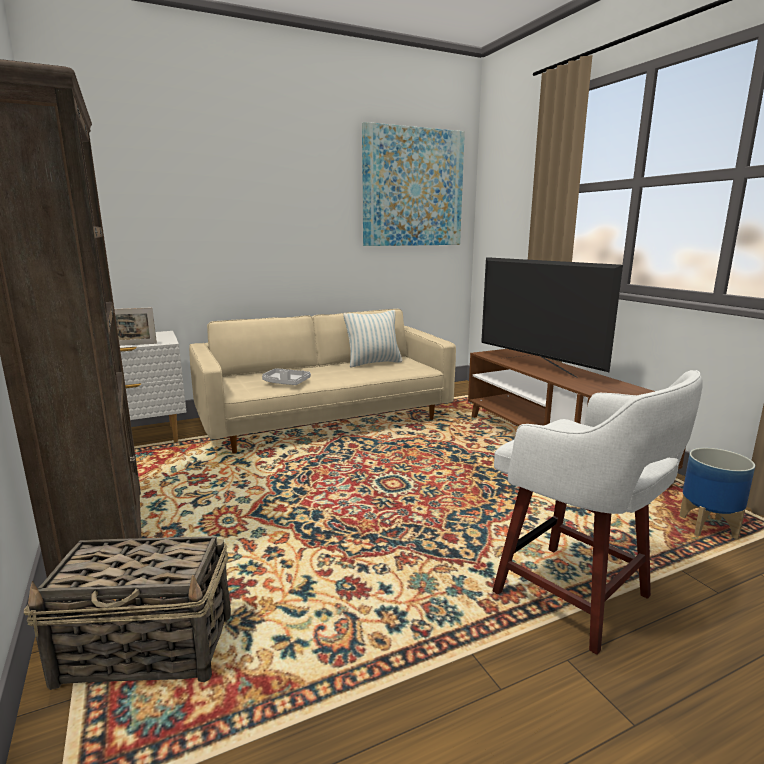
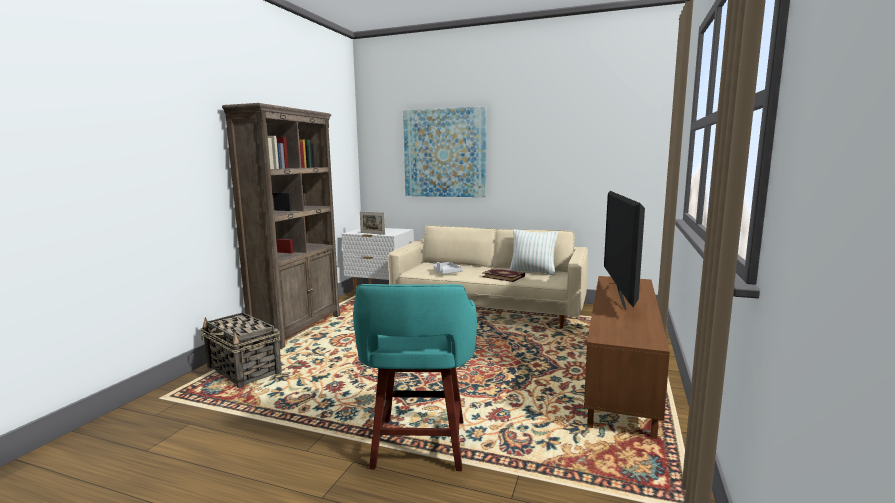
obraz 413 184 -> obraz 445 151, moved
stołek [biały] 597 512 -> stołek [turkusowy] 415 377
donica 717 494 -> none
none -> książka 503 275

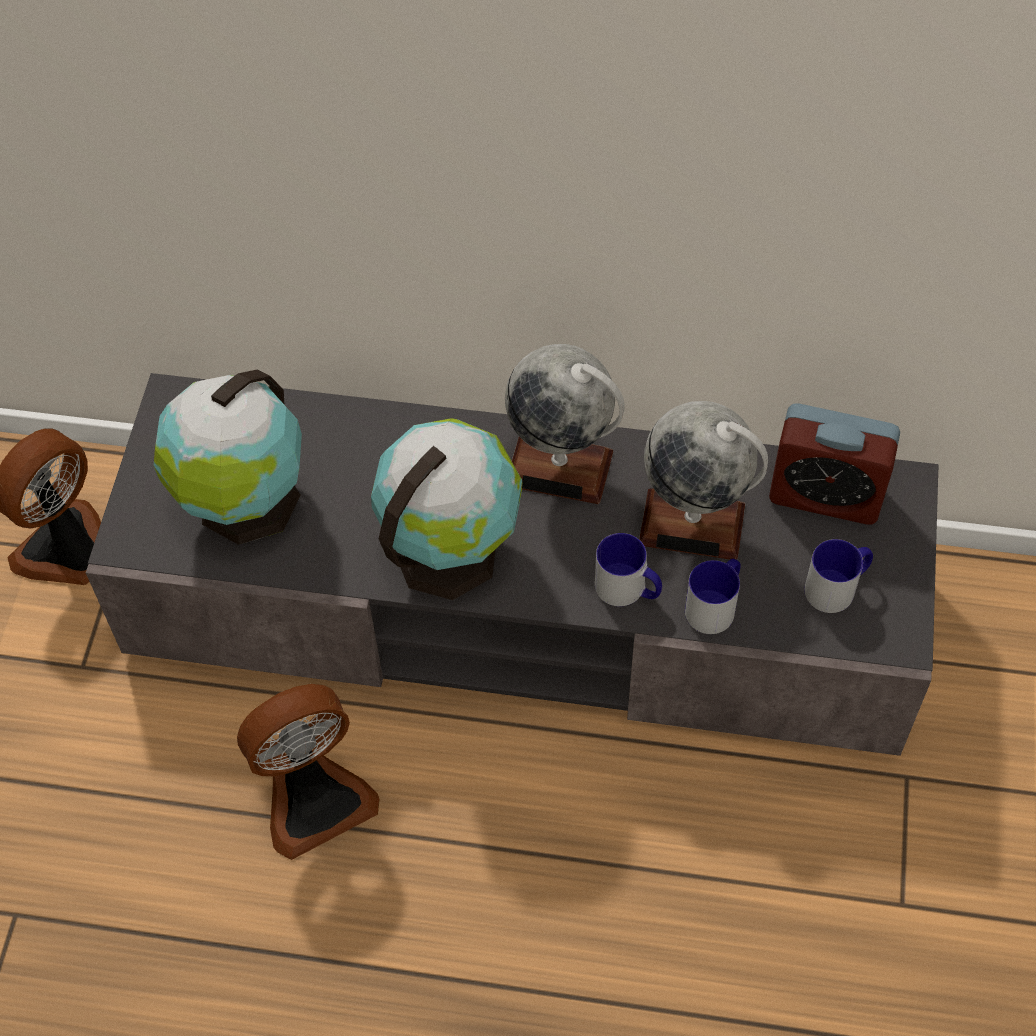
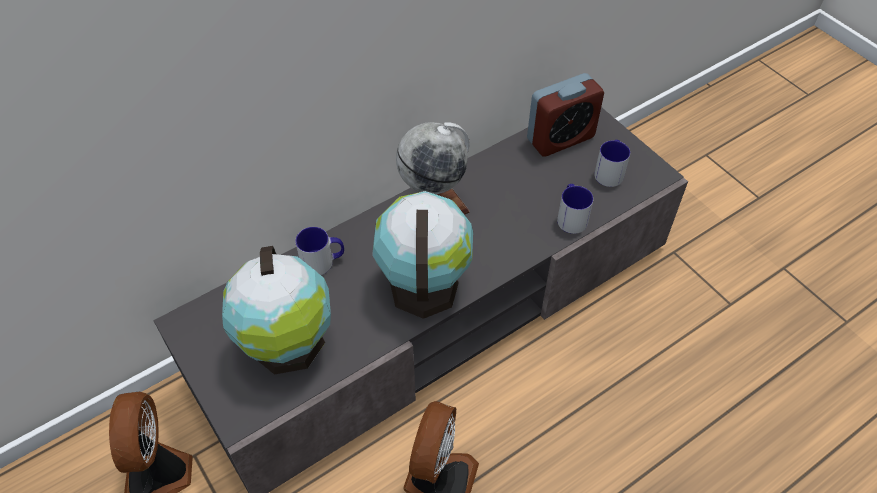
kubek 628 569 -> kubek 319 251, moved
globus 703 480 -> none

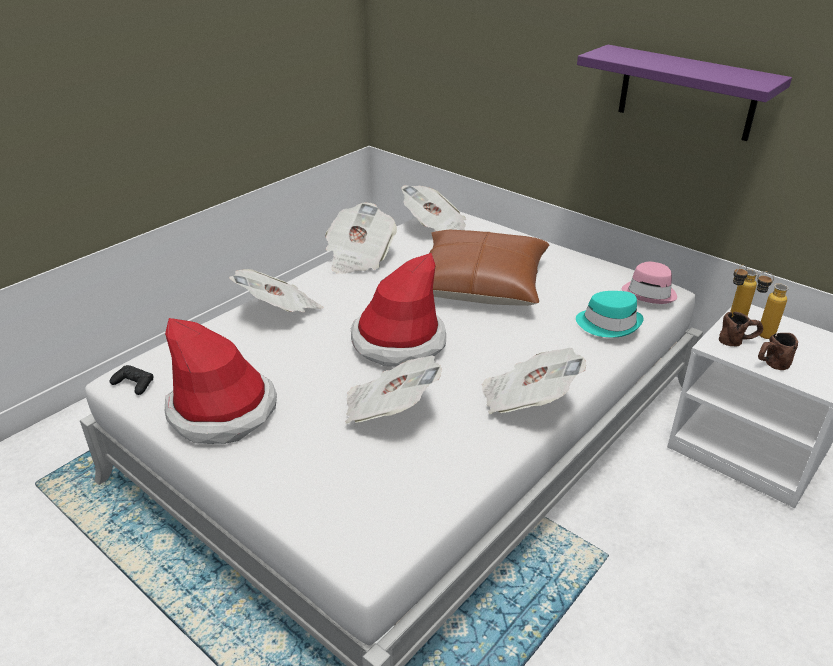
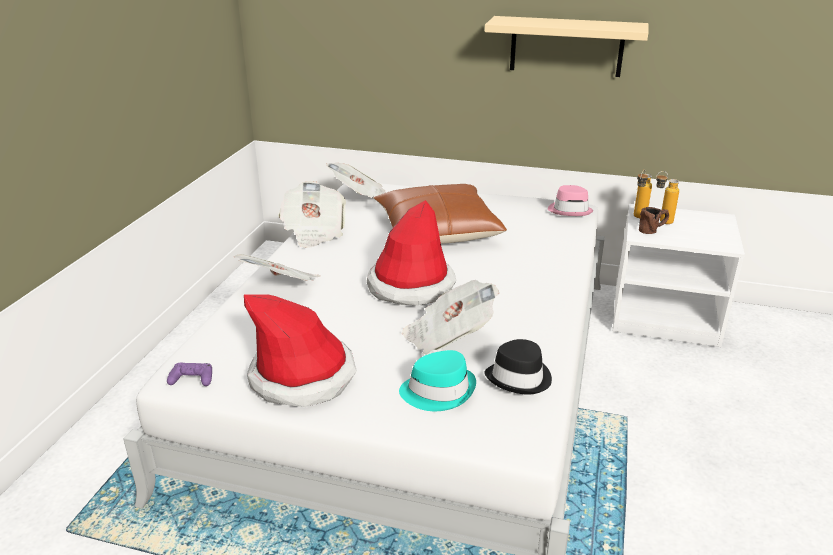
pad do gier [czarny] 131 380 -> pad do gier [fioletowy] 189 374
gazeta 534 381 -> none
kapelusz [turkusowy] 610 314 -> kapelusz [turkusowy] 437 380, moved
półka [fioletowy] 684 93 -> półka [beżowy] 567 46
kubek [brązowy] 778 351 -> none
none -> kapelusz [czarny] 518 367

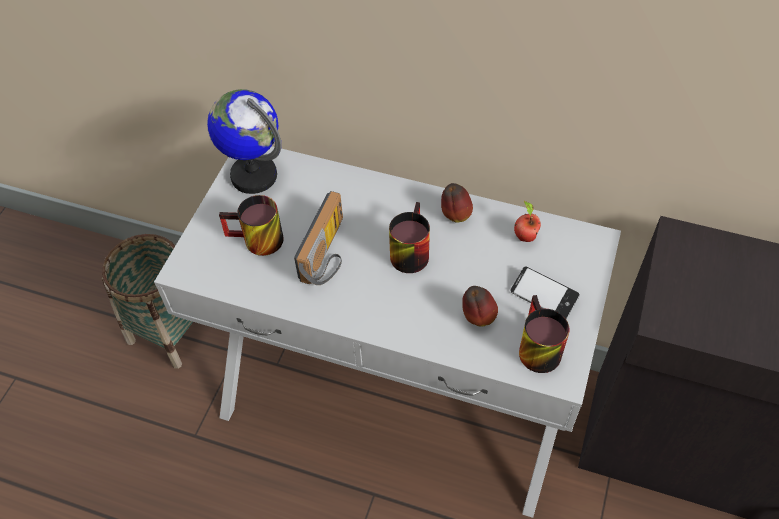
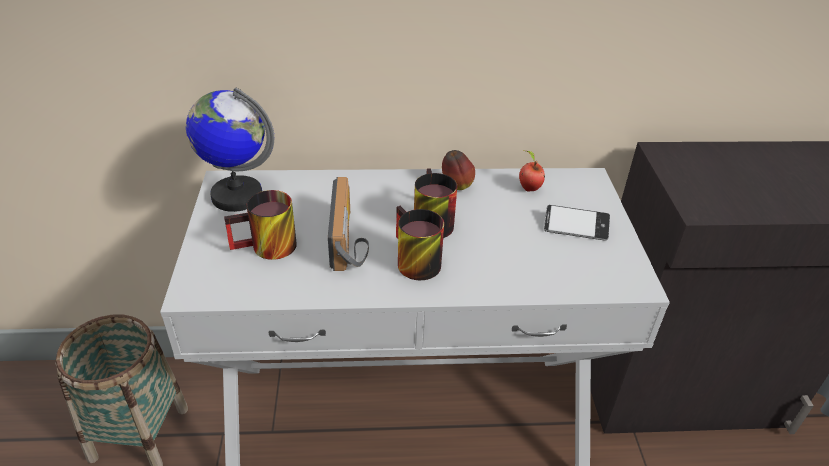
jabłko 480 306 -> none
kubek 544 334 -> kubek 420 243, moved

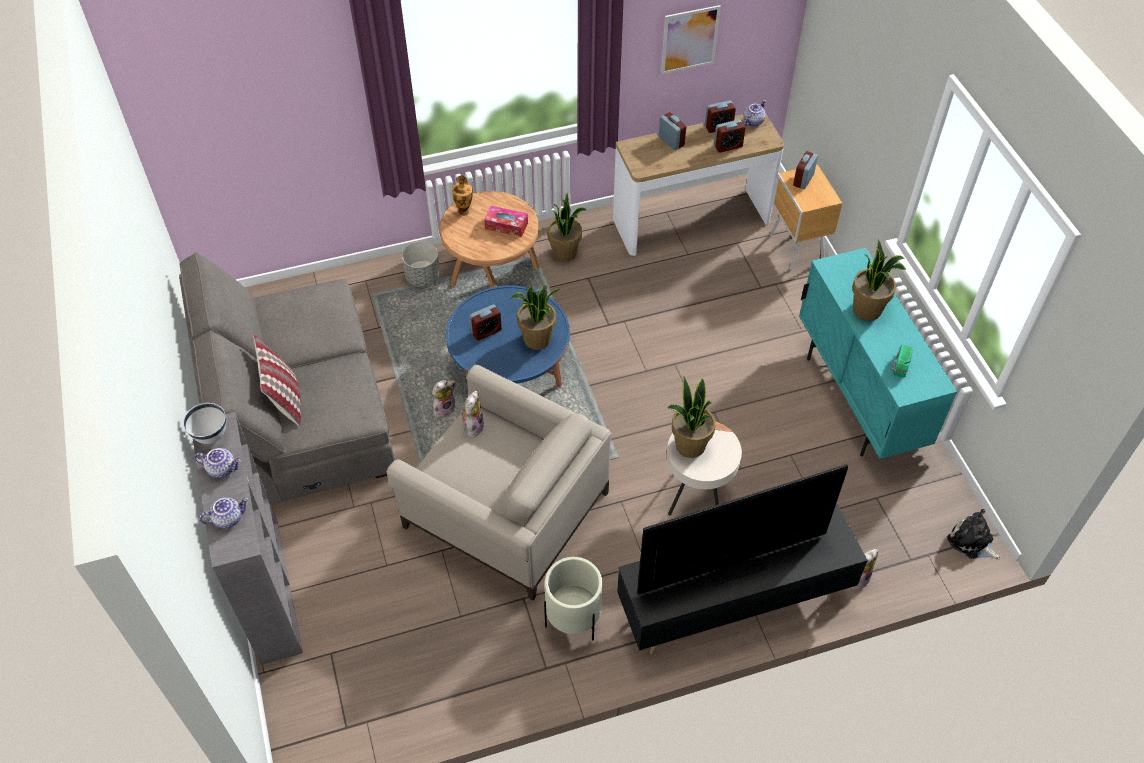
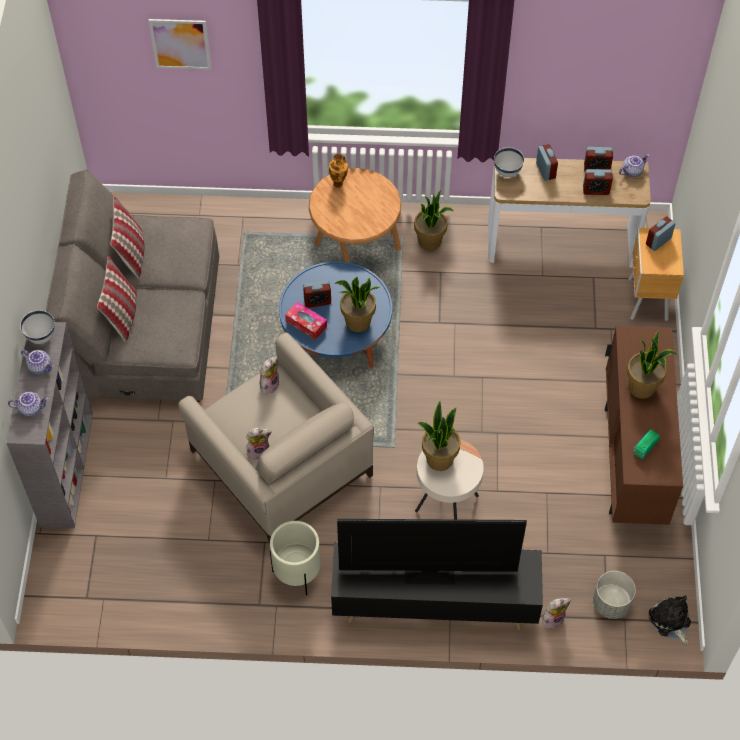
donica [szary] 421 264 -> donica [szary] 614 595, moved
pluszak 443 398 -> pluszak 259 444, moved
pudełko chusteczek 506 221 -> pudełko chusteczek 306 321, moved
obraz 691 39 -> obraz 179 44, moved
szafka [turkusowy] 878 353 -> szafka [brązowy] 644 425
none -> poduszka 127 237
none -> miska [biały] 509 162

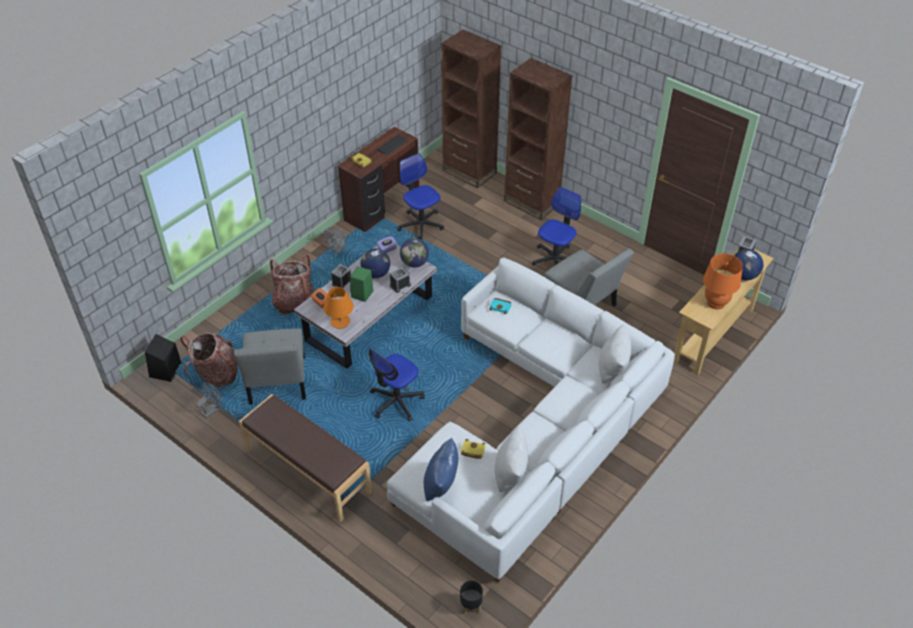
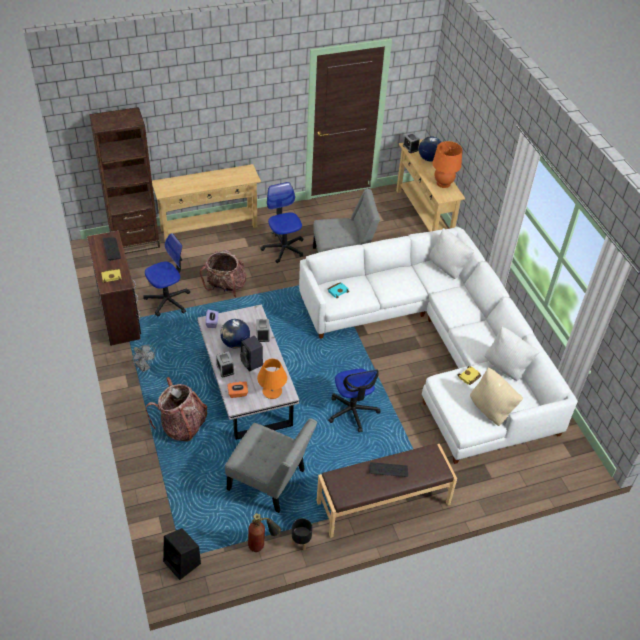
plecak 209 361 -> plecak 223 273, moved
wentylator [szary] 209 401 -> gaśnica 264 532
głośnik [zielony] 361 284 -> głośnik [czarny] 251 353
krzesło biurowe 420 196 -> krzesło biurowe 166 275, 150 degrees clockwise
globus 414 252 -> none
poduszka [niebieski] 441 469 -> poduszka [beżowy] 496 396
donica [czarny] 471 597 -> donica [czarny] 302 534, moved
regał [brązowy] 538 139 -> stolik konsolowy [beżowy] 206 202
none -> klawiatura 388 469

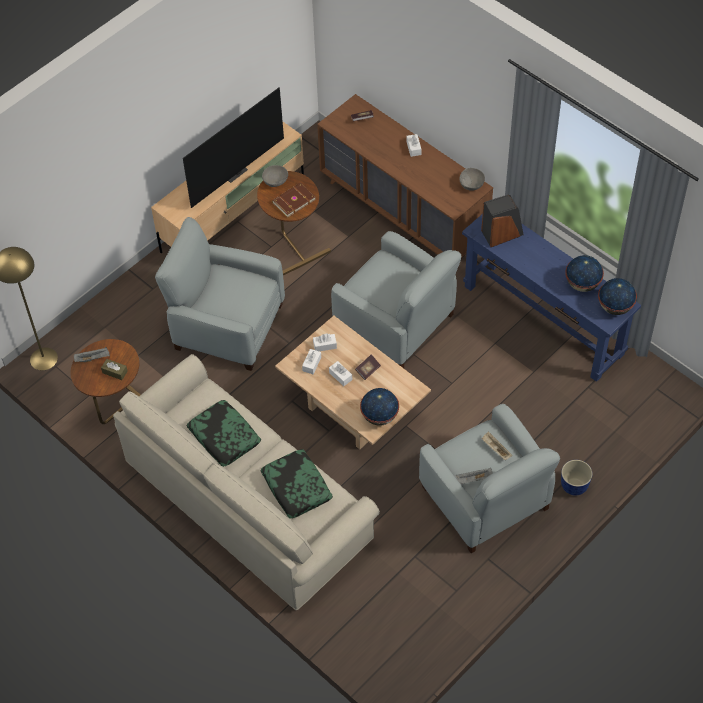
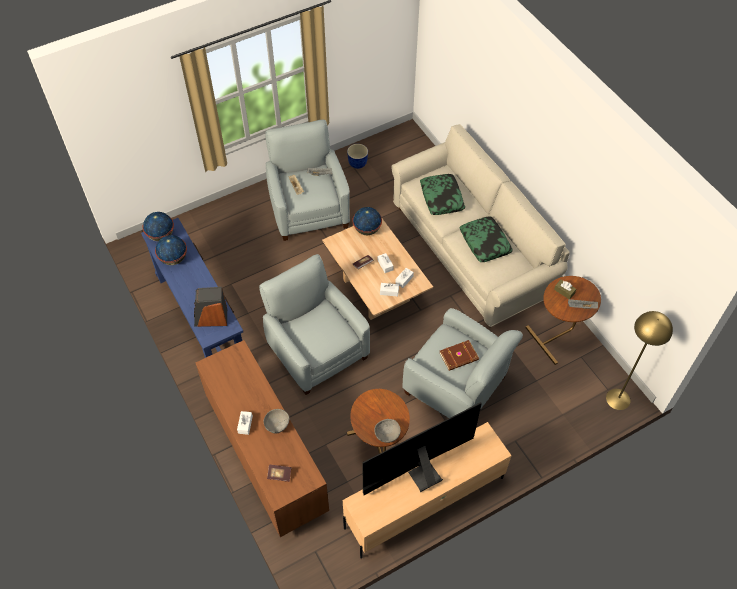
książka [brązowy] 294 199 -> książka [brązowy] 459 355, moved
miska [szary] 472 179 -> miska [szary] 277 421, moved
donica 577 477 -> donica 357 156, moved

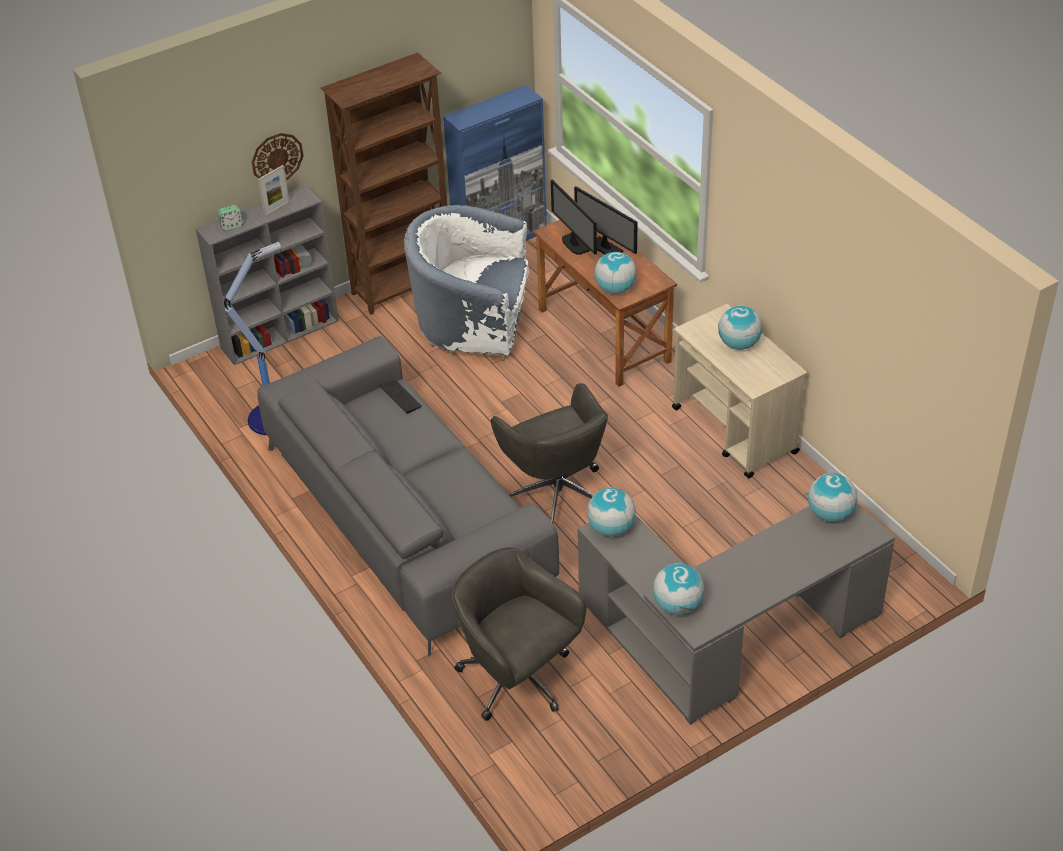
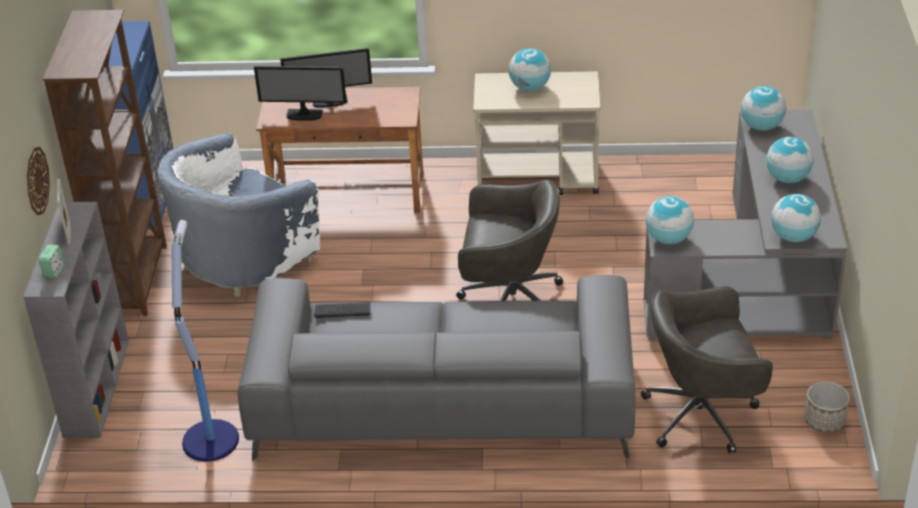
globus 615 273 -> globus 790 160, moved
none -> donica 827 407

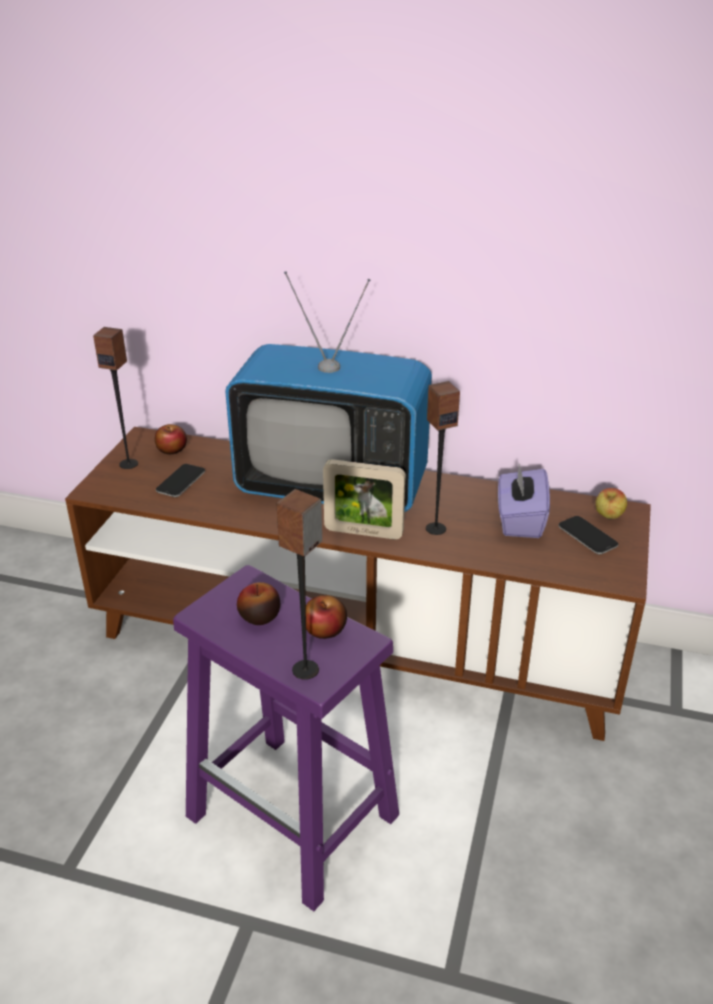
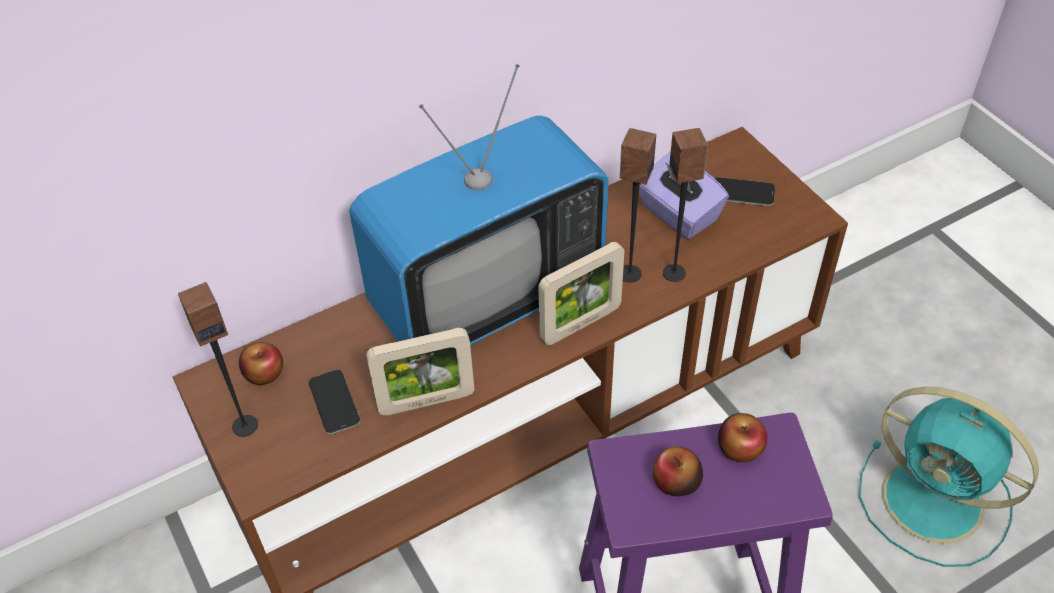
głośnik 299 584 -> głośnik 685 205, moved
jabłko 611 503 -> none
none -> ramka na zdjęcie 420 371
none -> wentylator [turkusowy] 949 476

